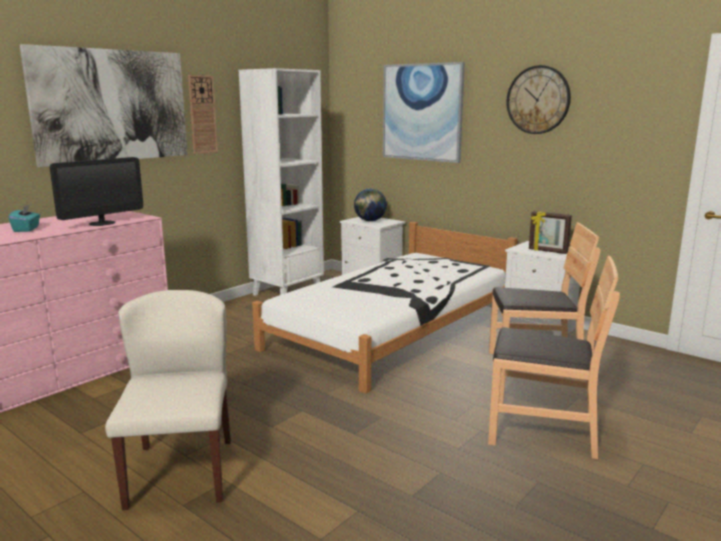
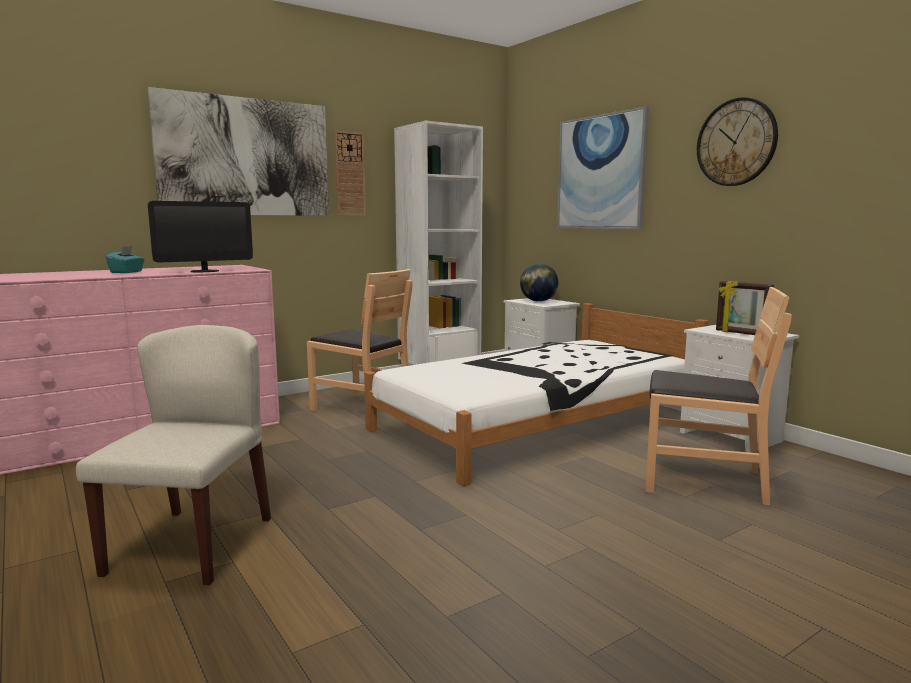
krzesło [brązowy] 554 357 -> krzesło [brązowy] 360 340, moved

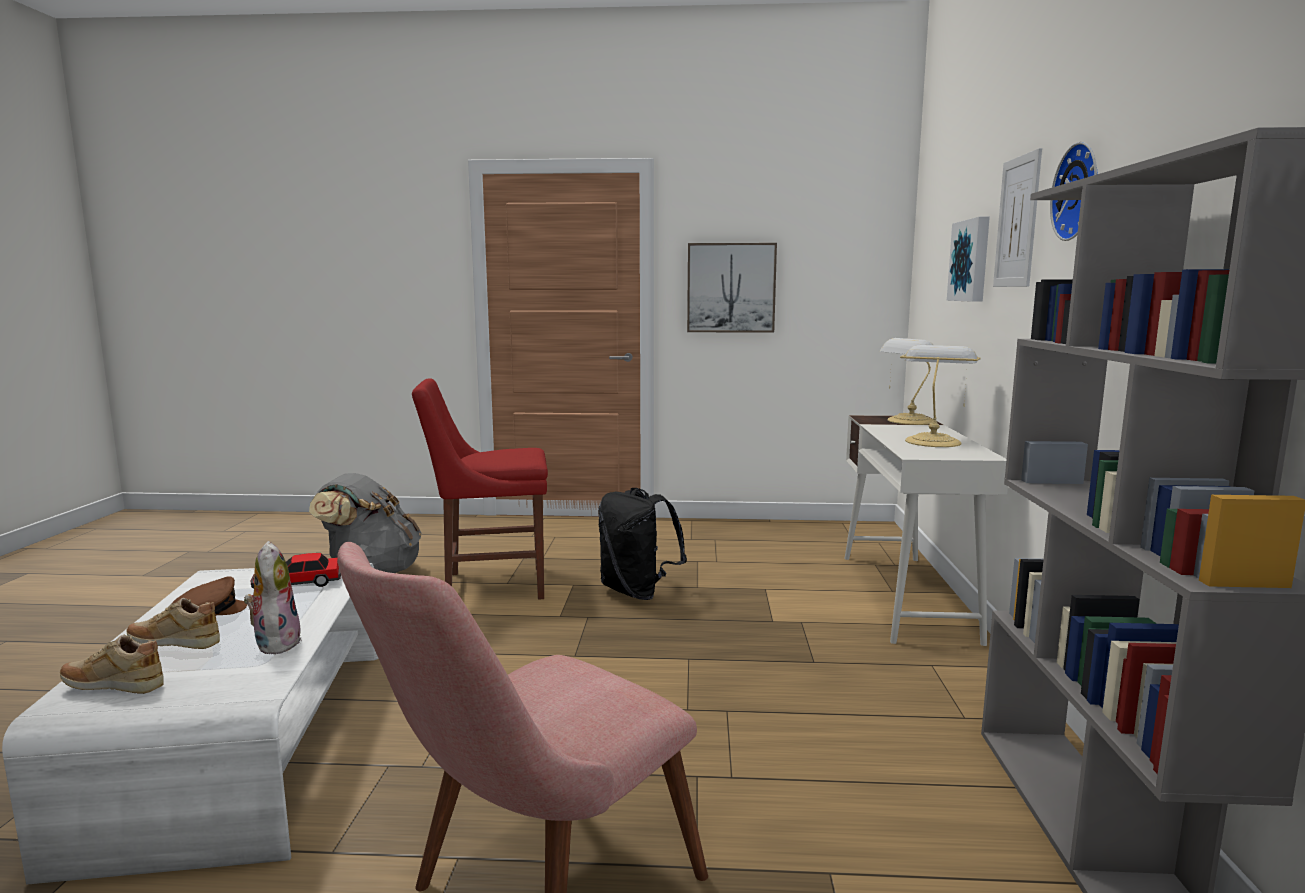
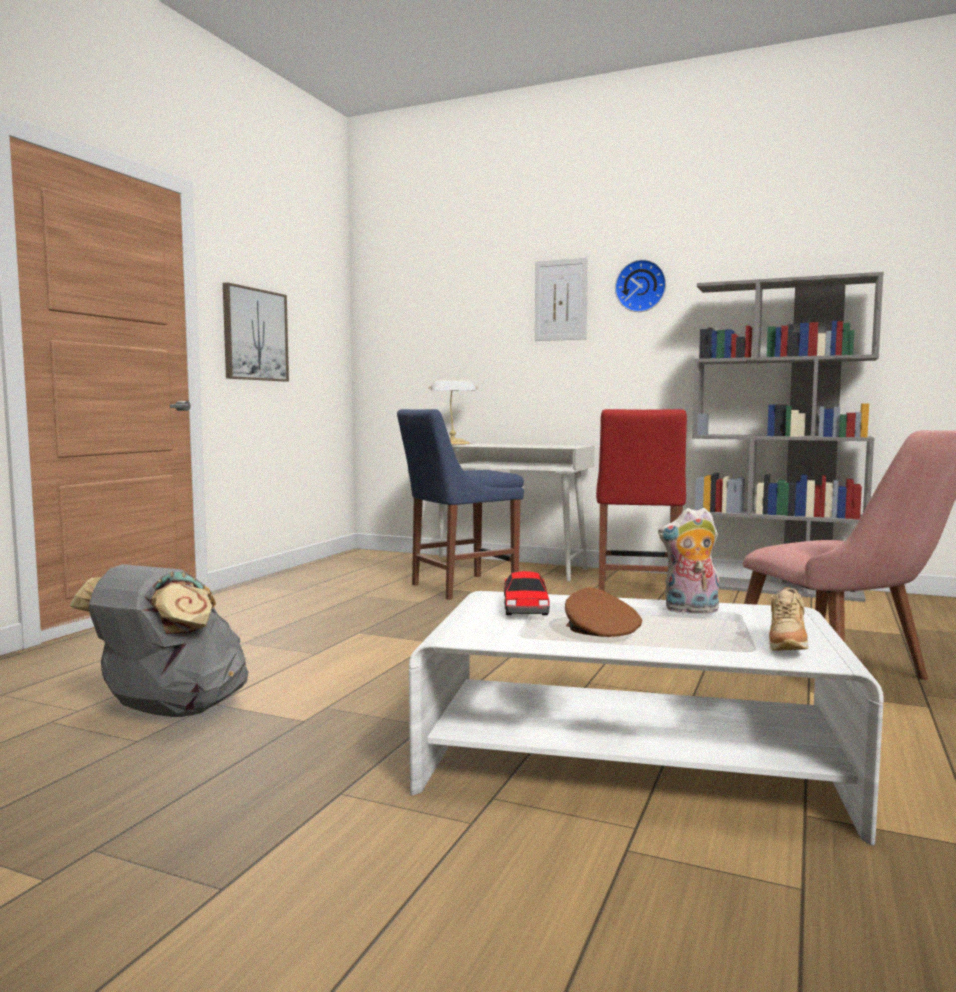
but [beżowy] 173 623 -> none
krzesło [czerwony] 480 489 -> krzesło [czerwony] 641 500, moved
plecak [czarny] 642 544 -> none
lampa stołowa 940 396 -> none
obraz 968 259 -> none
none -> krzesło [niebieski] 460 504

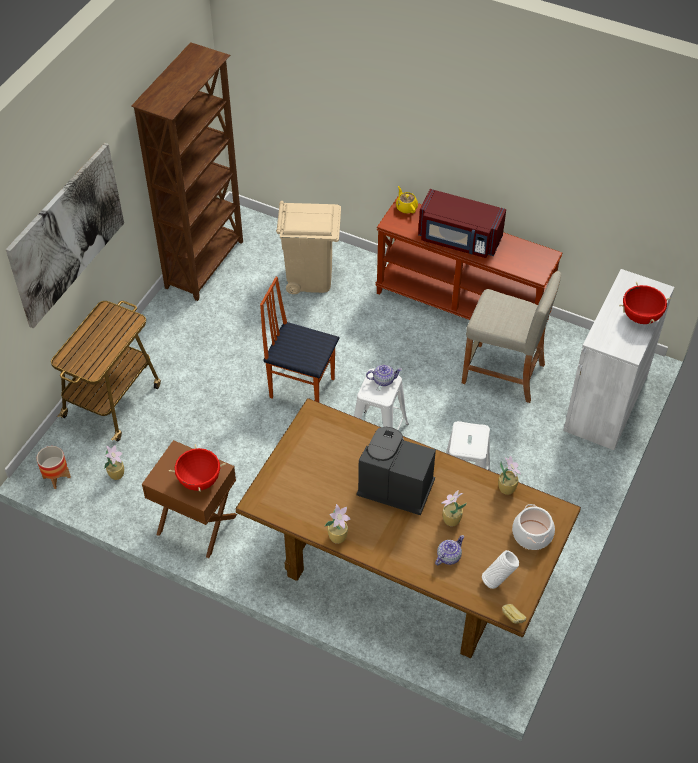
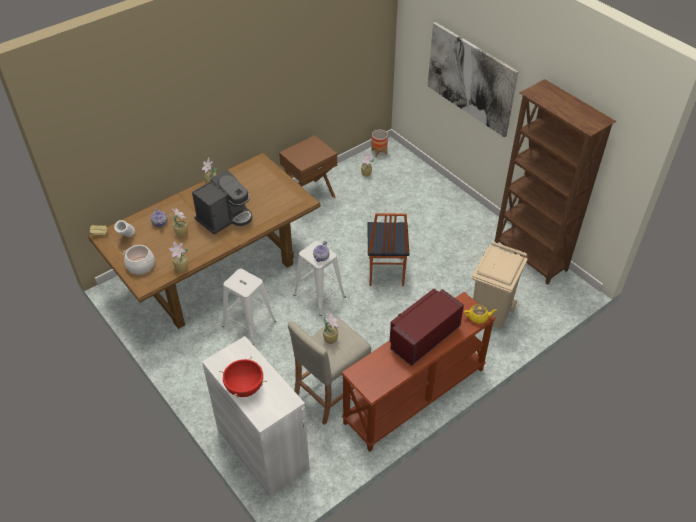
wózek 106 371 -> none
garnek [czerwony] 197 468 -> none
krzesło 299 339 -> krzesło 388 249, 135 degrees clockwise
none -> roślina doniczkowa 331 328

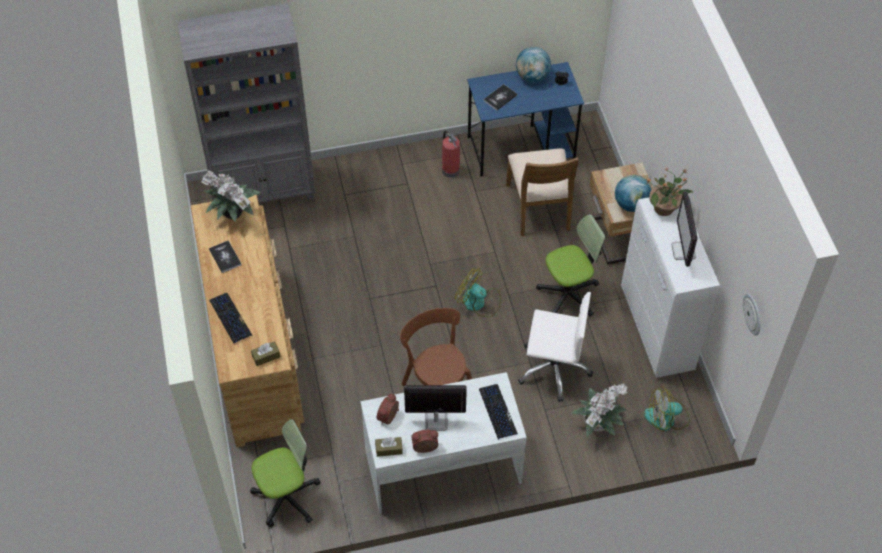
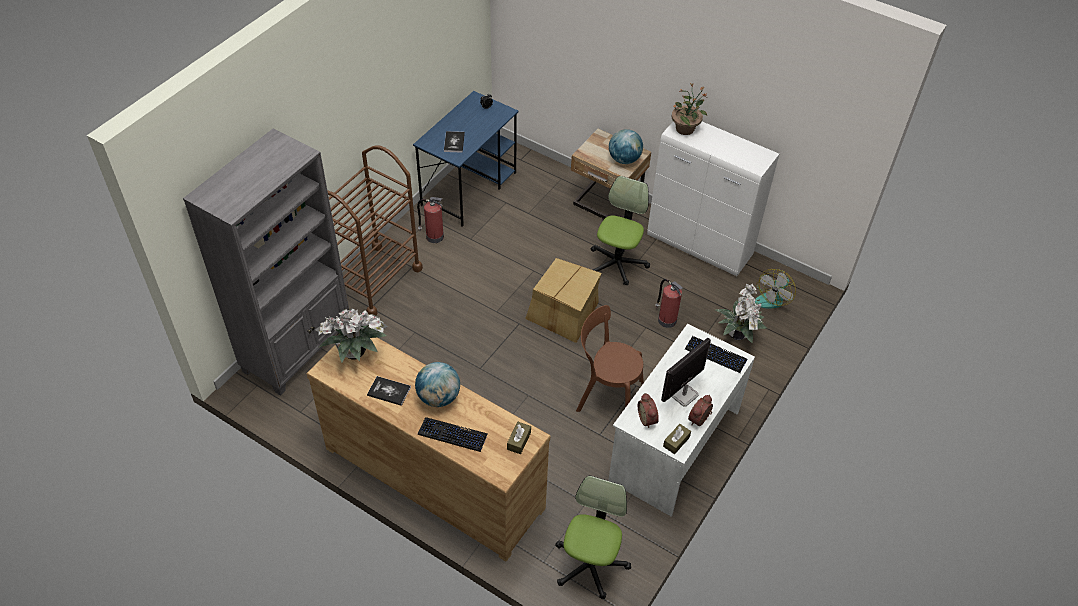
wentylator 478 292 -> karton 563 300
krzesło [brązowy] 542 192 -> none
globus 533 64 -> globus 437 384, moved
krzesło biurowe [biały] 555 347 -> gaśnica 669 303
monitor 684 229 -> none
zegar ścienny 752 314 -> none
none -> wózek [brązowy] 375 230

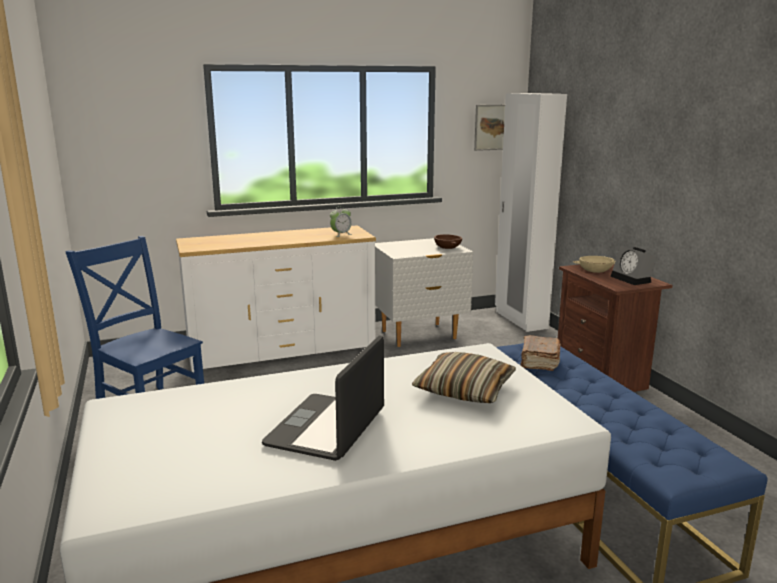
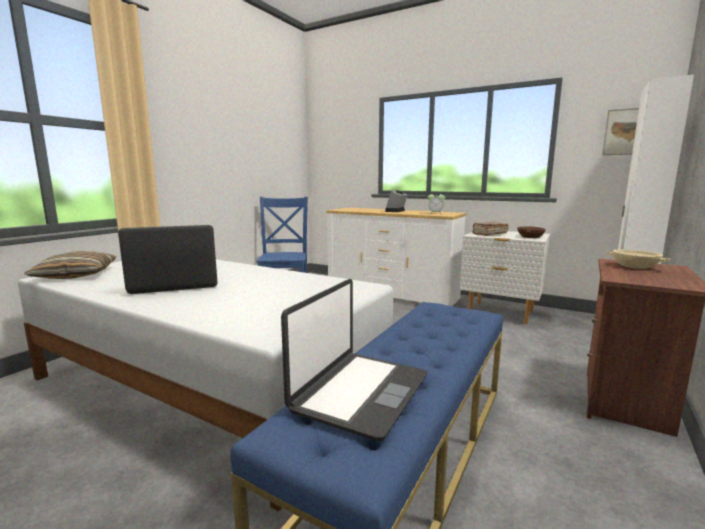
poduszka 464 377 -> poduszka 70 265, moved
książka [brązowy] 540 353 -> książka [brązowy] 490 229, moved
budzik 633 265 -> budzik 396 201, moved
none -> laptop 354 360

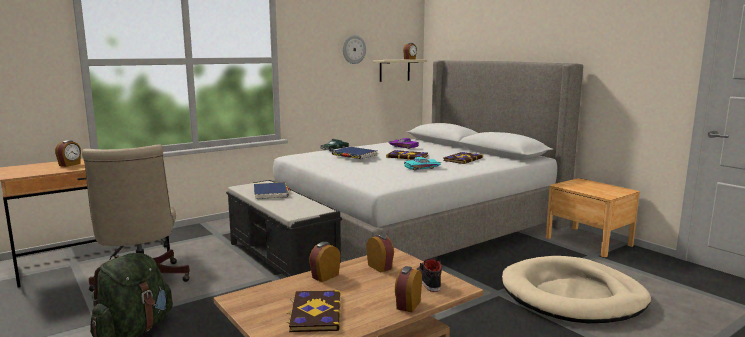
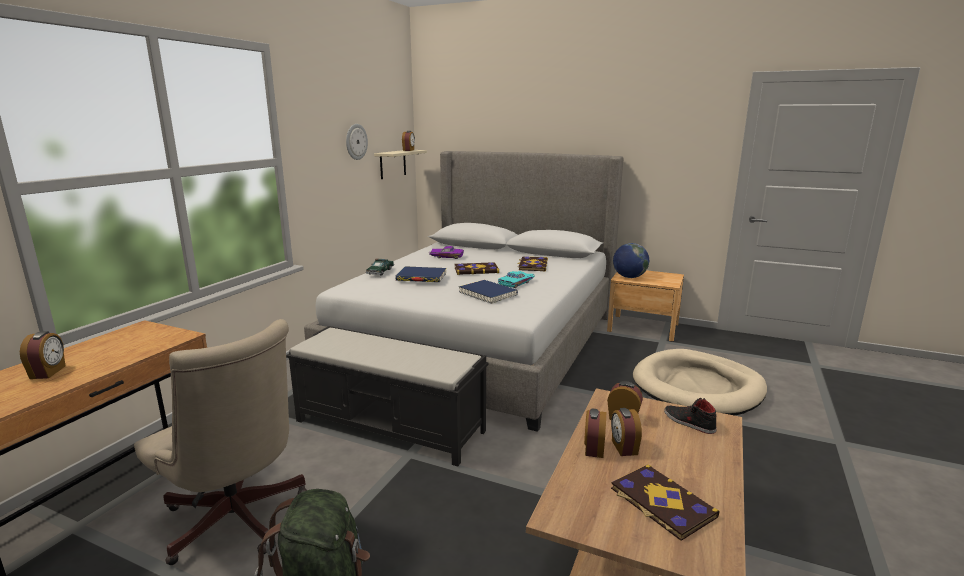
książka [niebieski] 271 191 -> książka [niebieski] 488 292, moved
budzik 408 289 -> budzik 626 432, moved
none -> globus 631 260

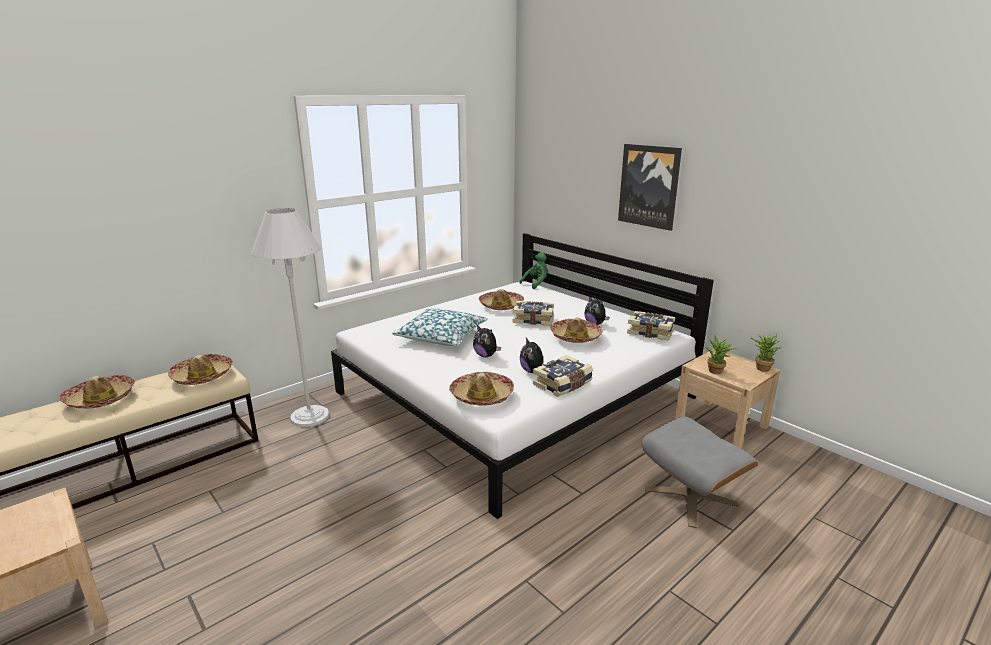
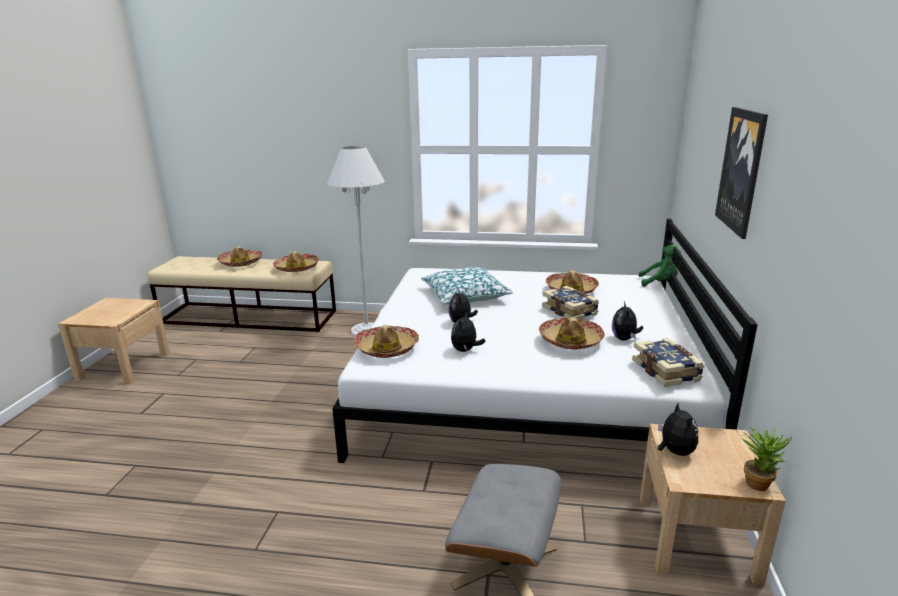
książka 563 376 -> none
roślina doniczkowa 721 354 -> pluszak 678 429

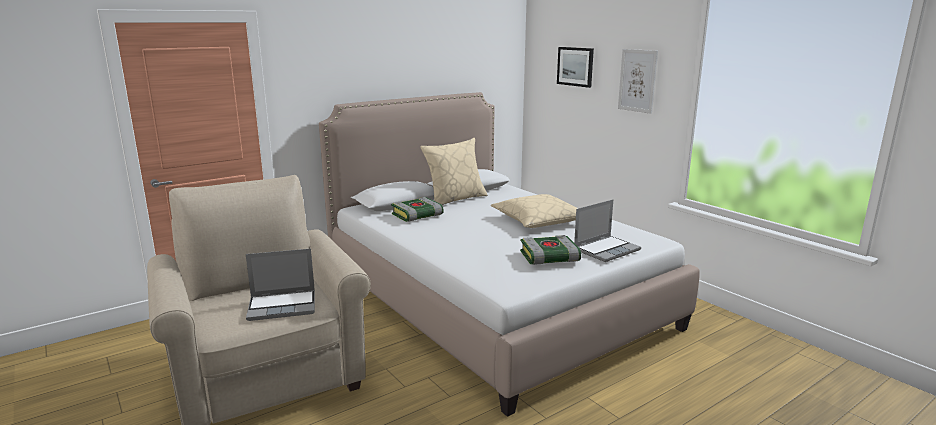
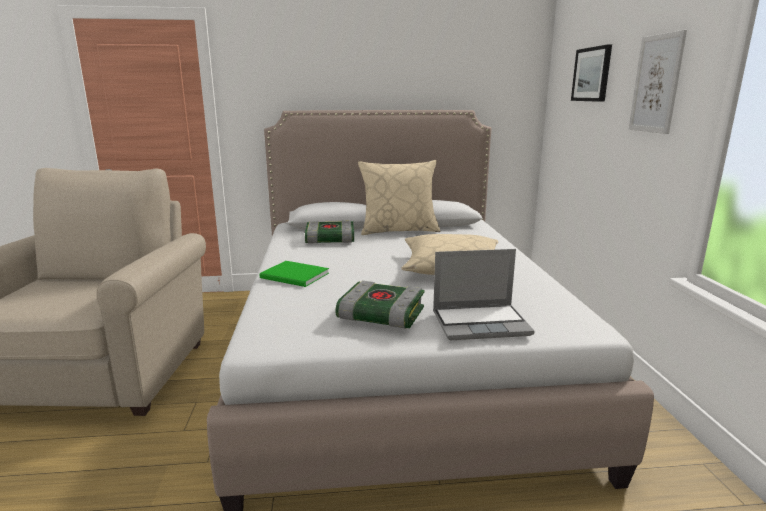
laptop 280 285 -> none
none -> książka [zielony] 294 274

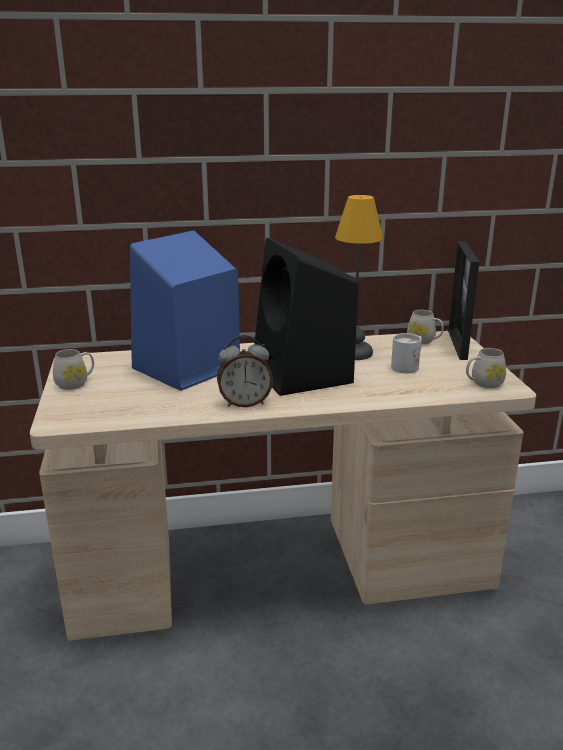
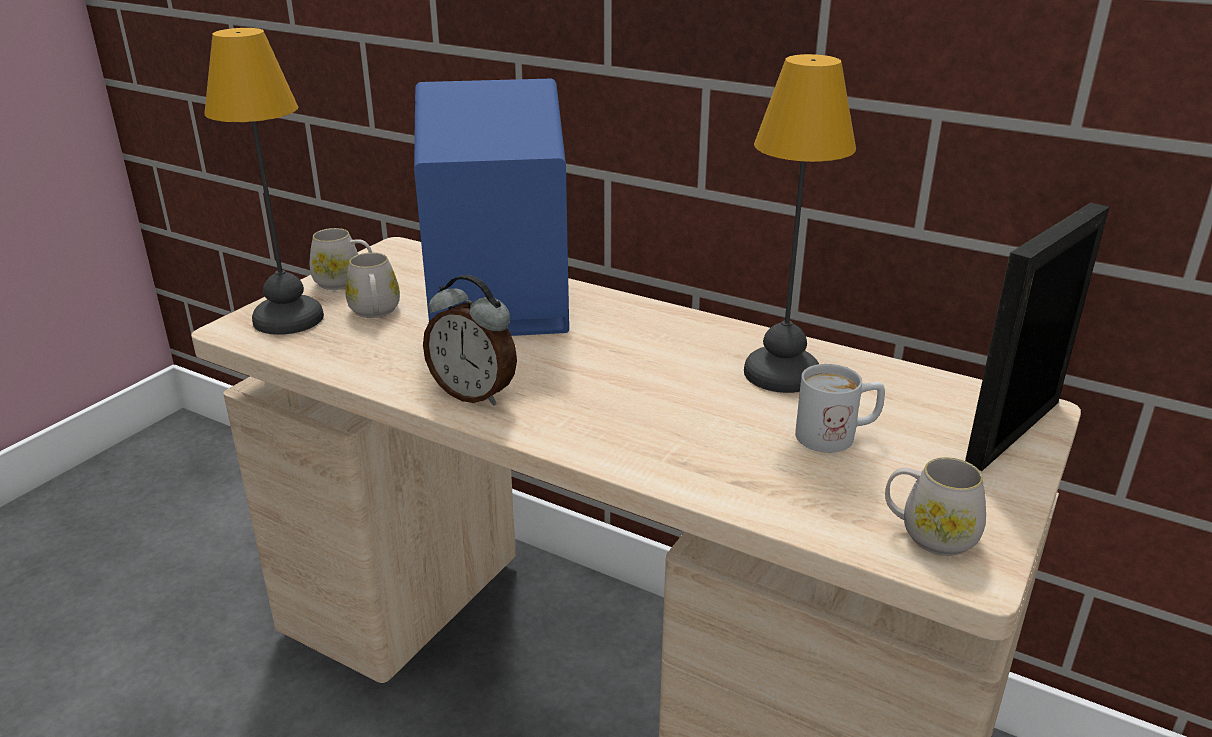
głośnik [czarny] 306 317 -> none
kubek [biały] 425 327 -> kubek [biały] 373 285, moved
none -> lampa stołowa 264 181

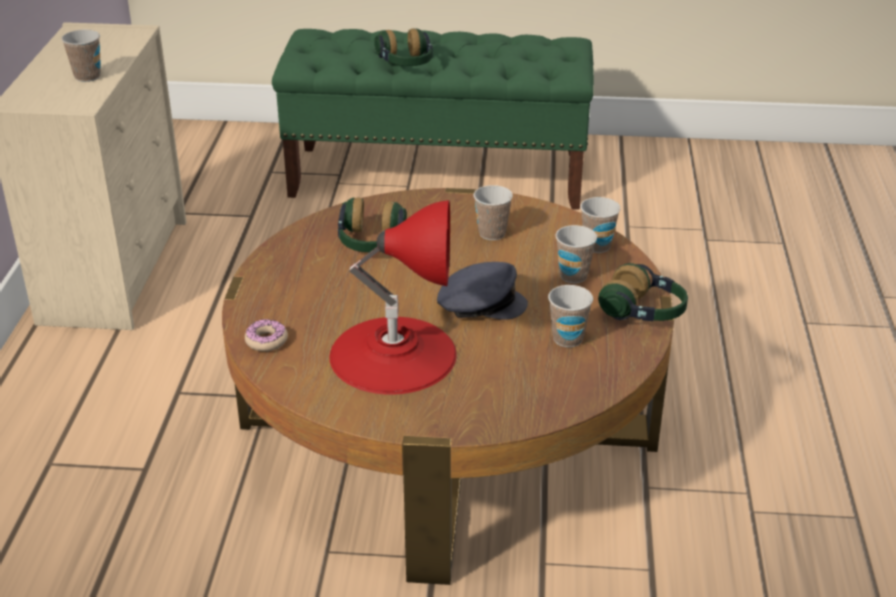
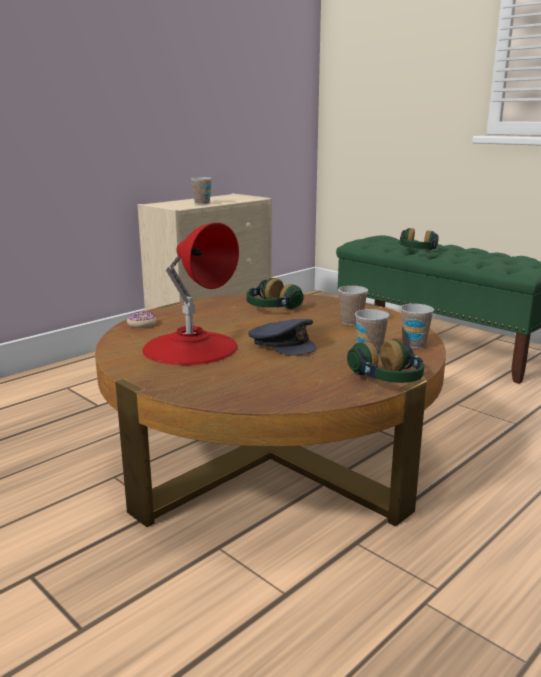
filiżanka 570 316 -> none

